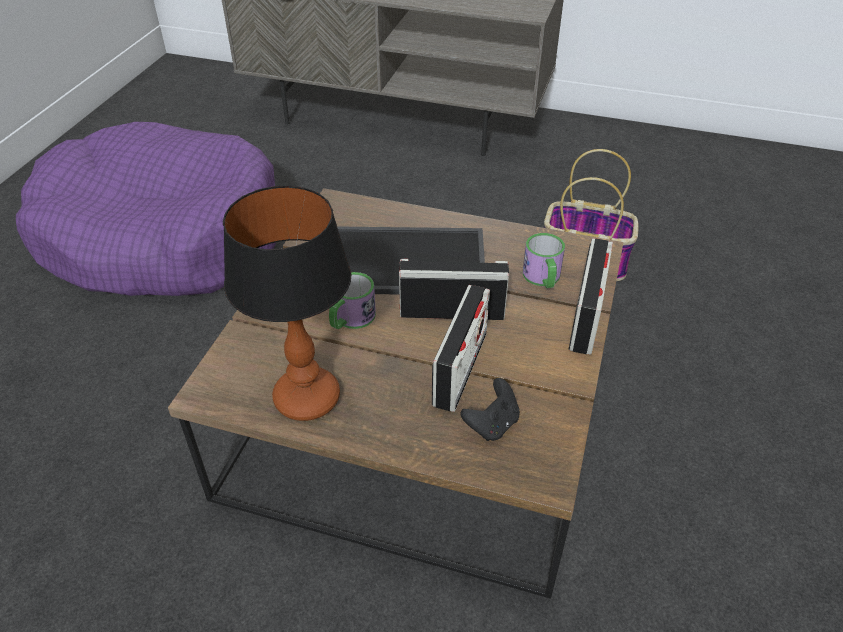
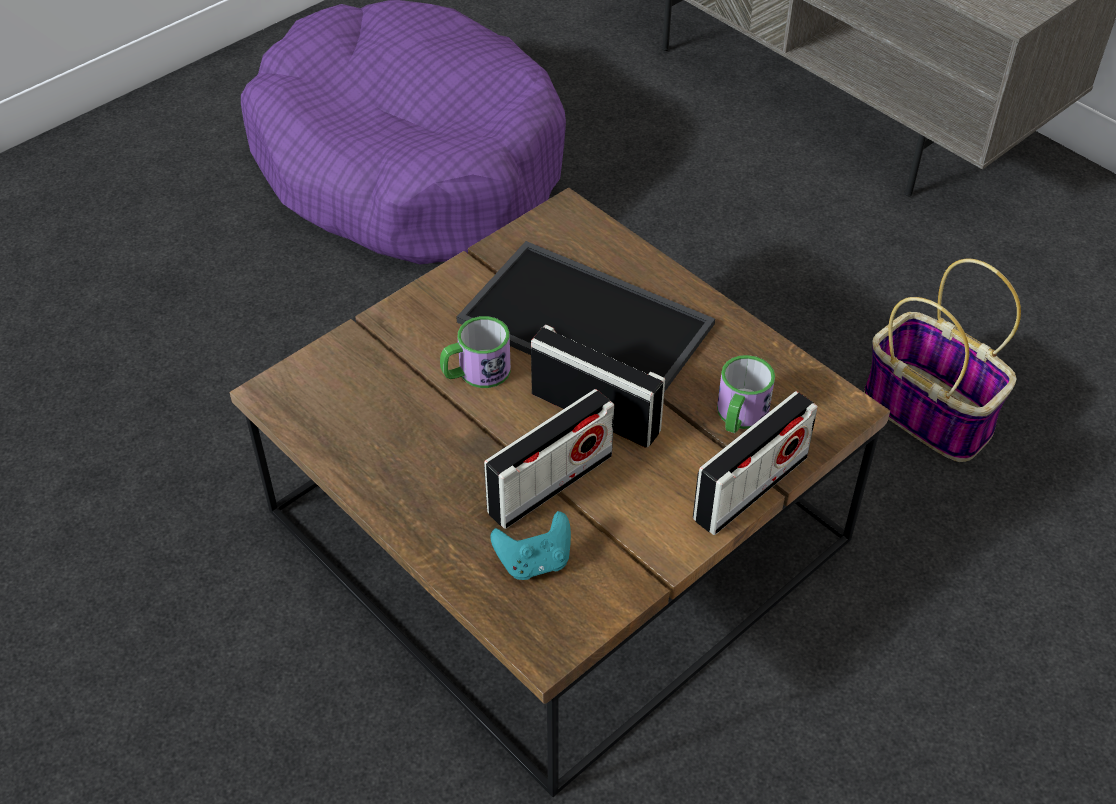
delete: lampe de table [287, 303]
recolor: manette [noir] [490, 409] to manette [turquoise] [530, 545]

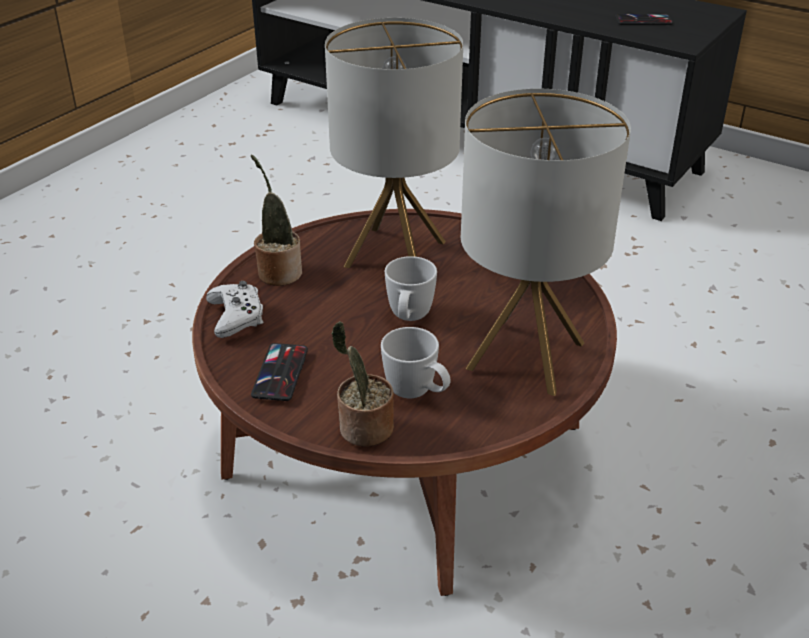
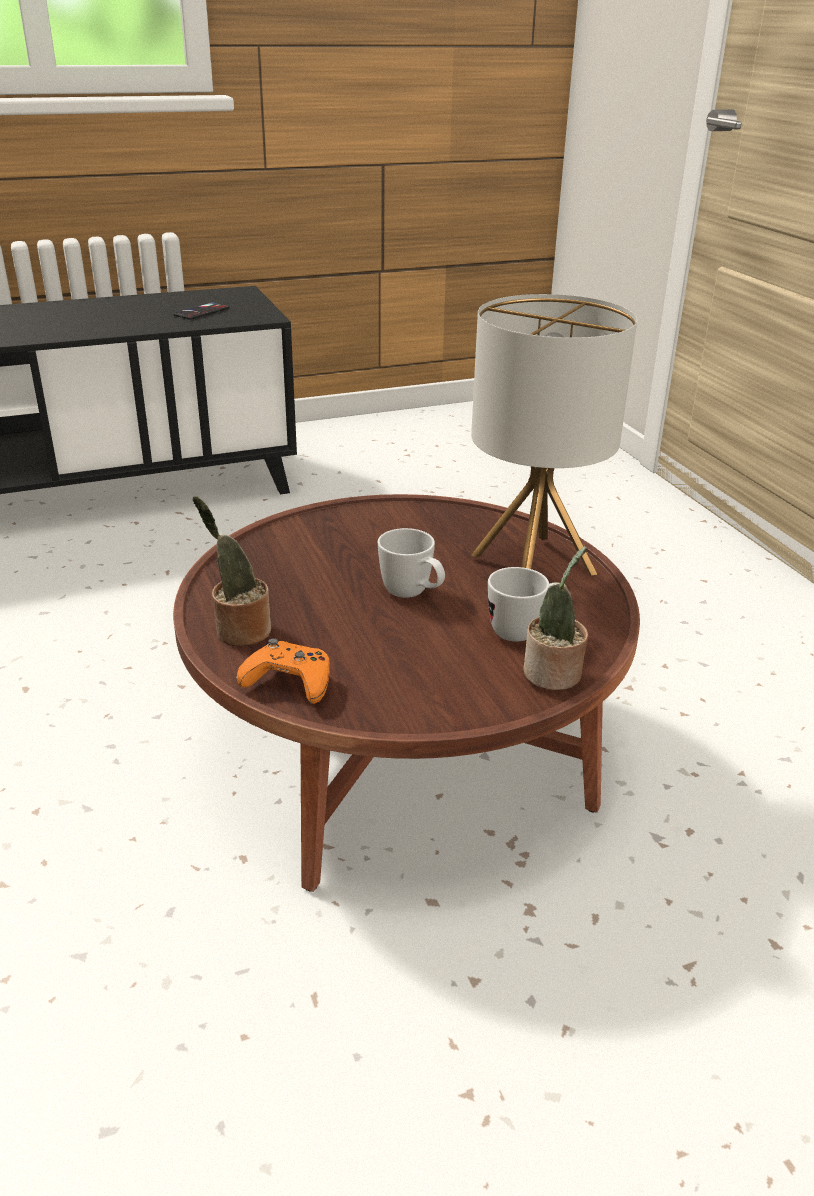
delete: téléphone [279, 372]; lampe de table [394, 143]
recolor: manette [blanc] [235, 309] to manette [orange] [283, 671]

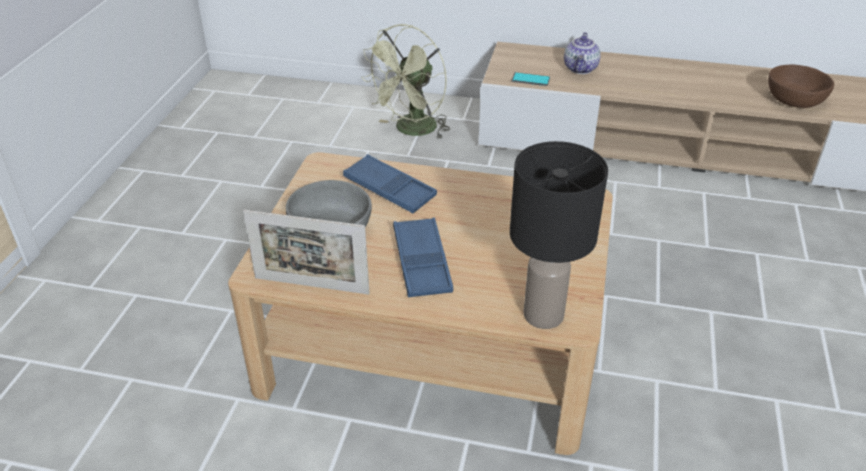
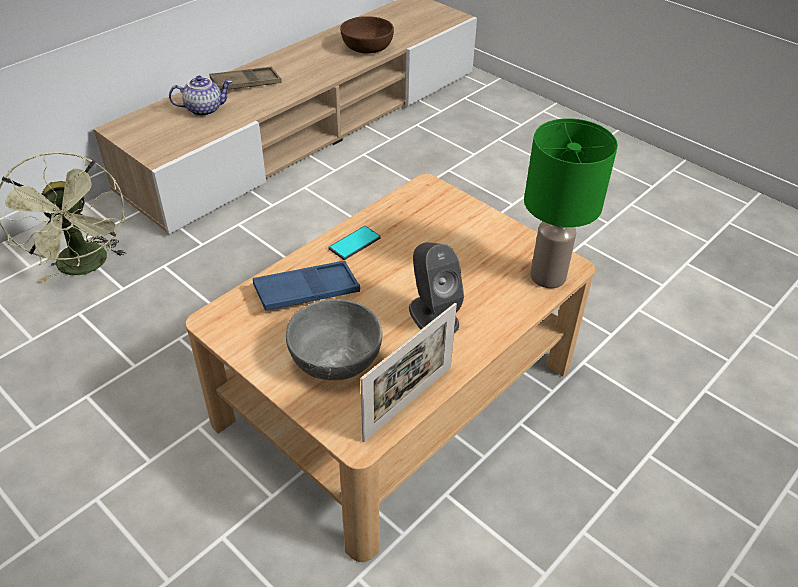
insert: plateau [marron] [245, 78]
move: téléphone [531, 79] to [354, 243]
replace: plateau [bleu] [423, 257] to enceinte [gris] [436, 287]
recolor: lampe de table [noir] [559, 235] to lampe de table [vert] [571, 203]
rotate: théière [582, 53] = [200, 96] 60 degrees counterclockwise

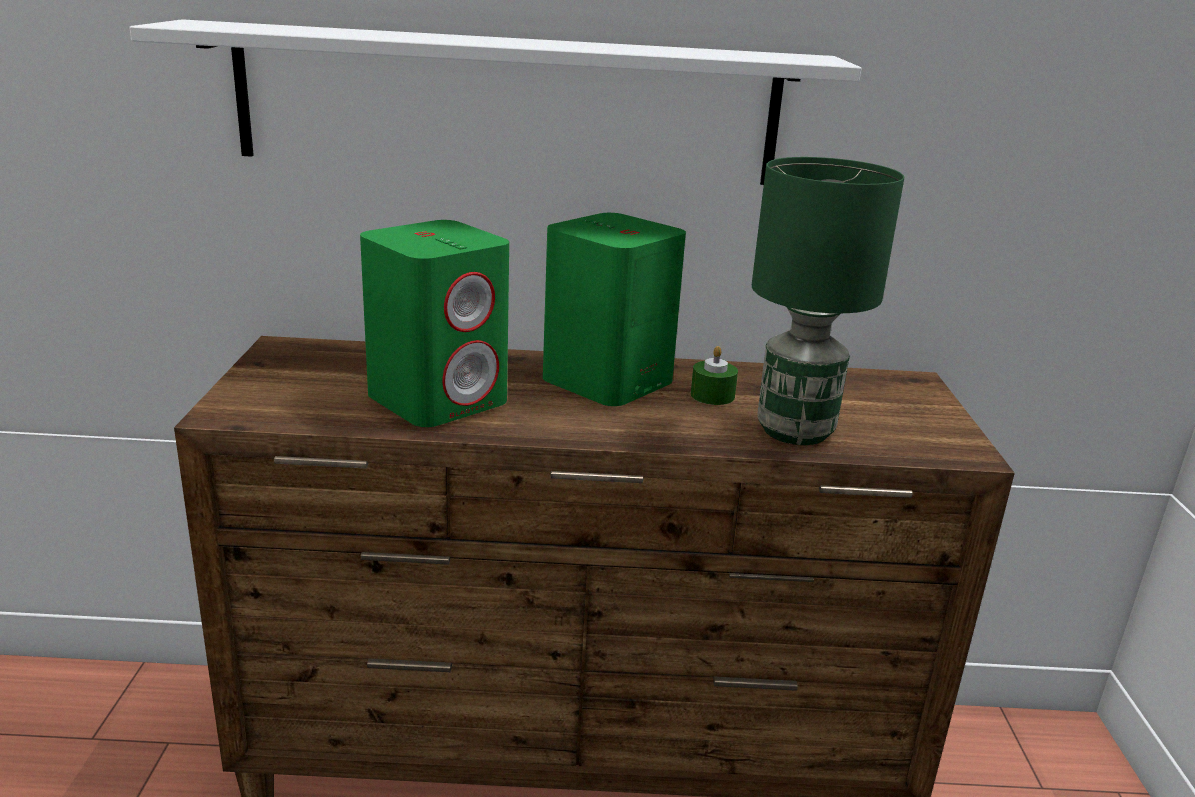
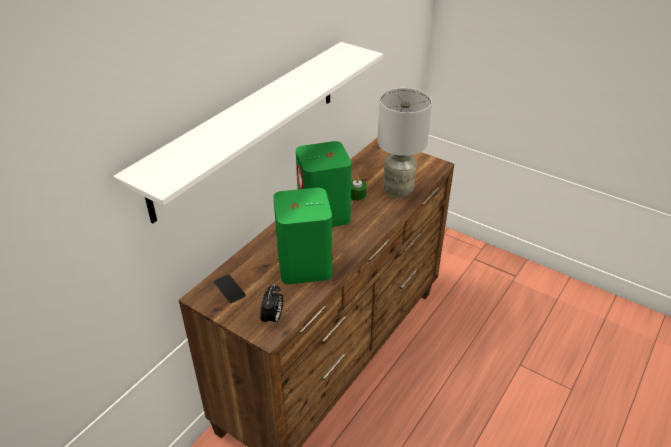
insert: téléphone [230, 289]; réveil [271, 306]
recolor: lampe de table [vert] [828, 301] to lampe de table [gris] [404, 143]

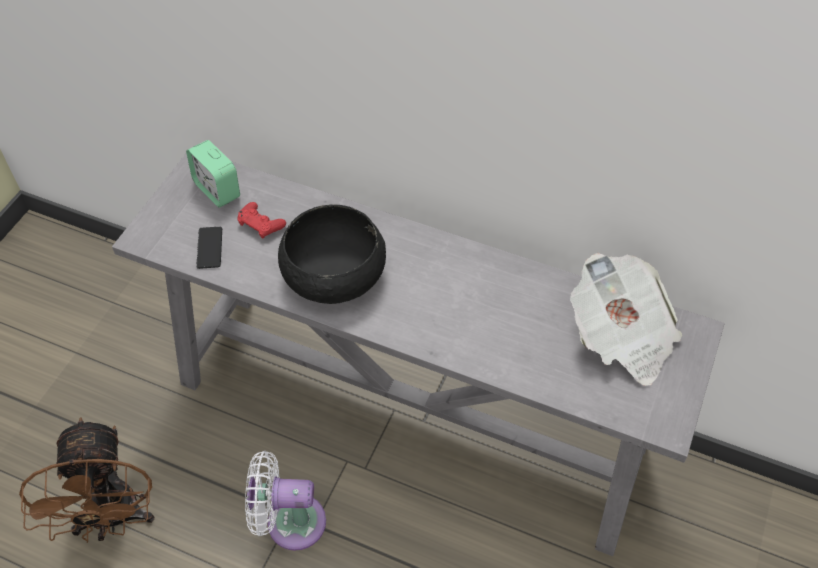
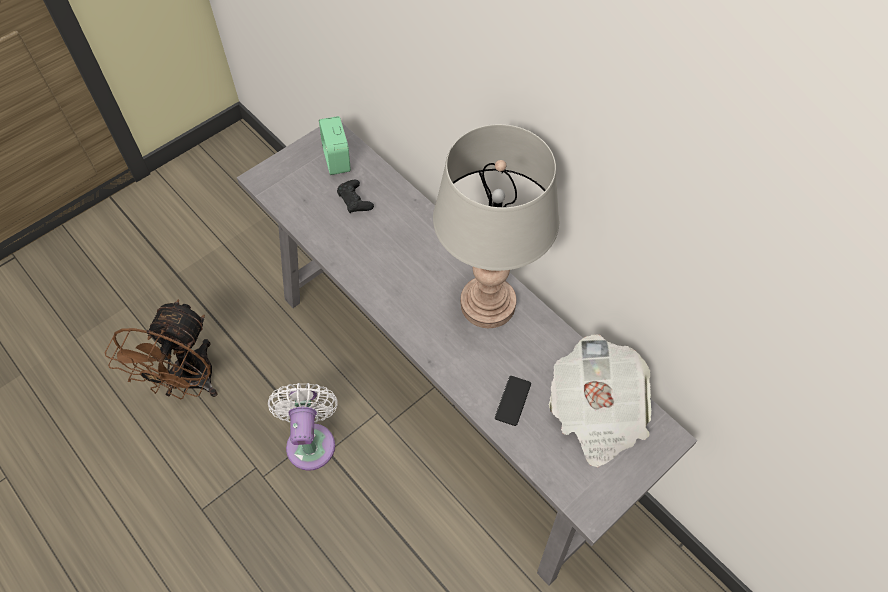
delete: bol [noir] [332, 254]
insert: lampe de table [gris] [496, 226]
move: téléphone [209, 248] to [513, 401]
recolor: manette [rouge] [261, 220] to manette [noir] [355, 196]
rotate: ventilateur [blanc] [285, 501] = [303, 427] 60 degrees clockwise

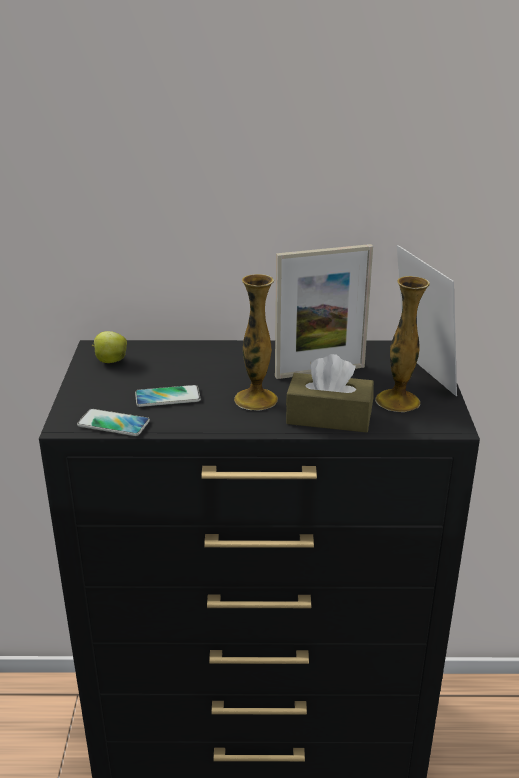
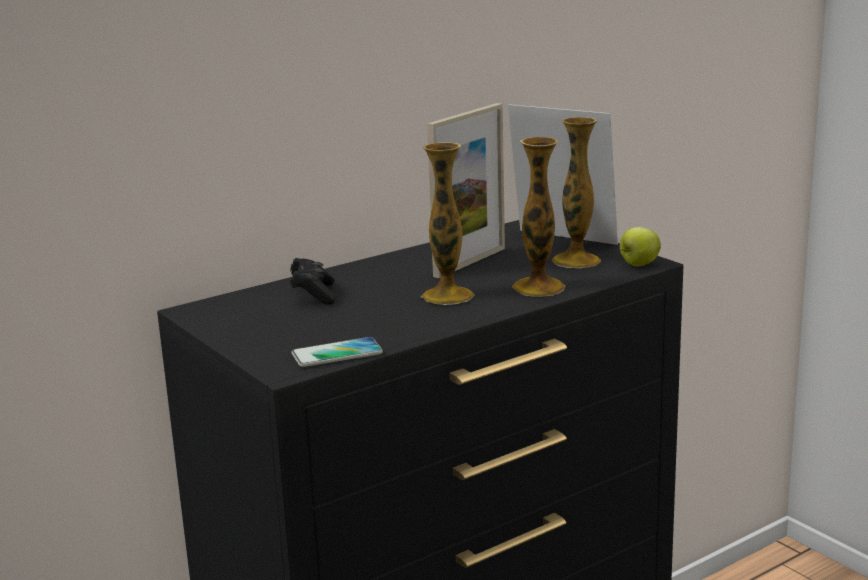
delete: téléphone [168, 396]
insert: manette [noir] [313, 281]
move: pomme [109, 347] to [640, 246]
replace: boîte à mouchoirs [marron] [330, 393] to vase [538, 217]

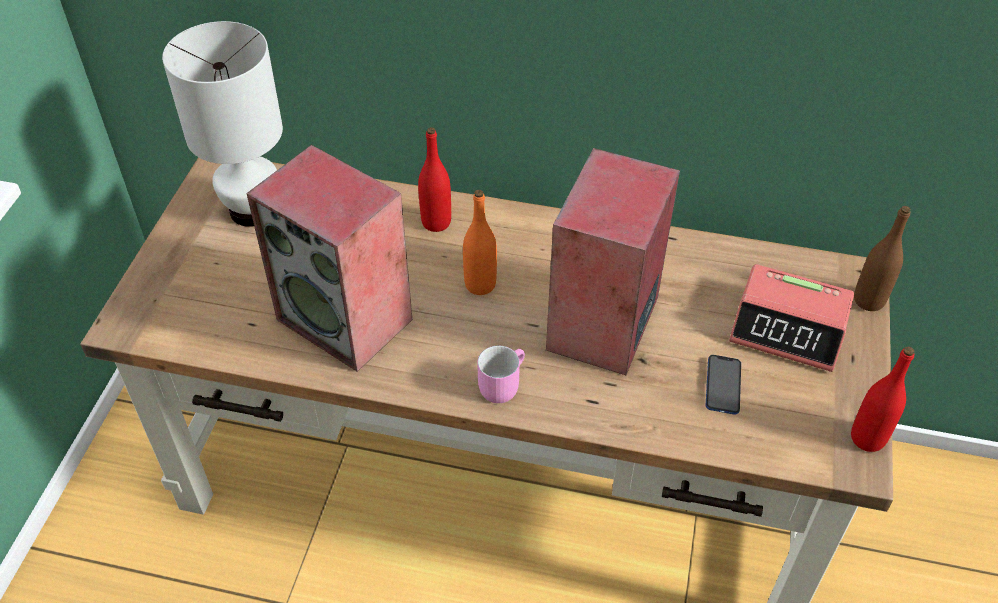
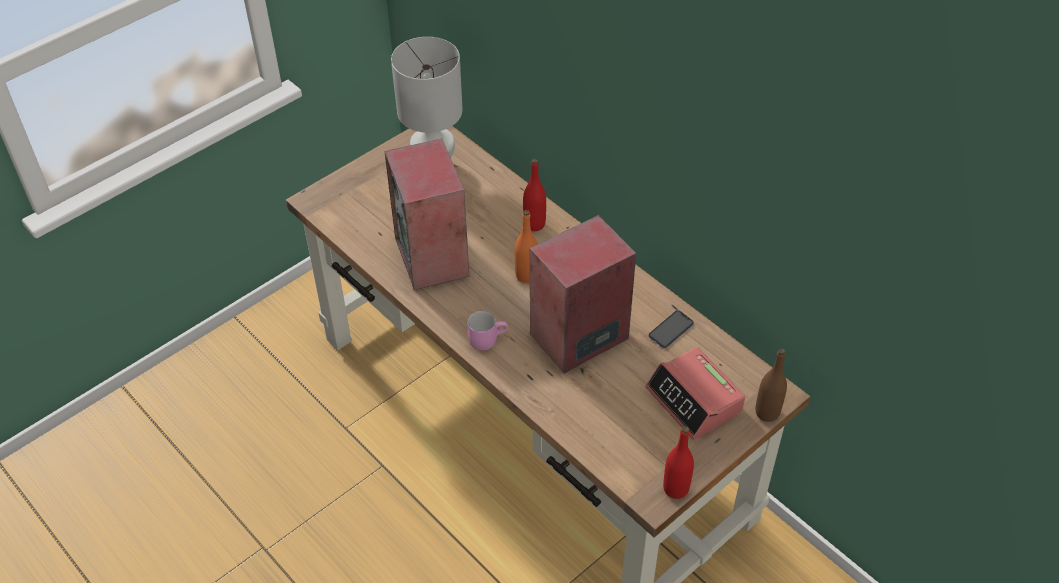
move: téléphone [723, 385] to [671, 329]

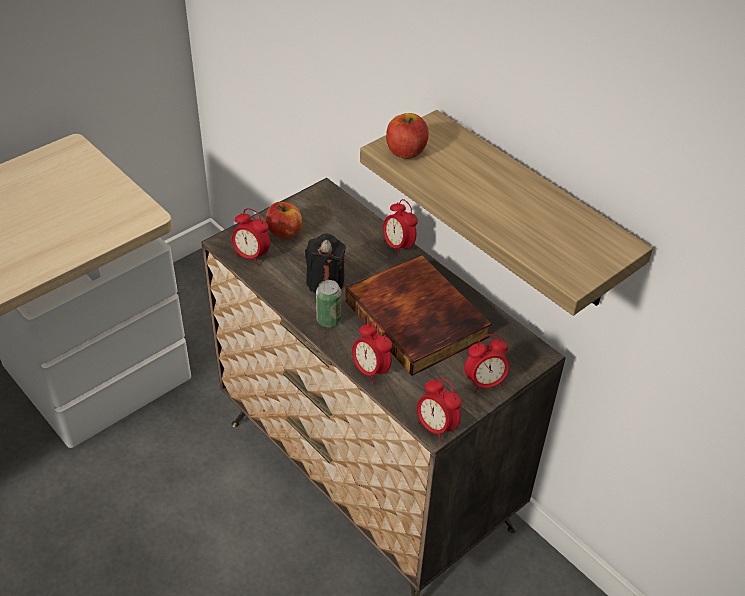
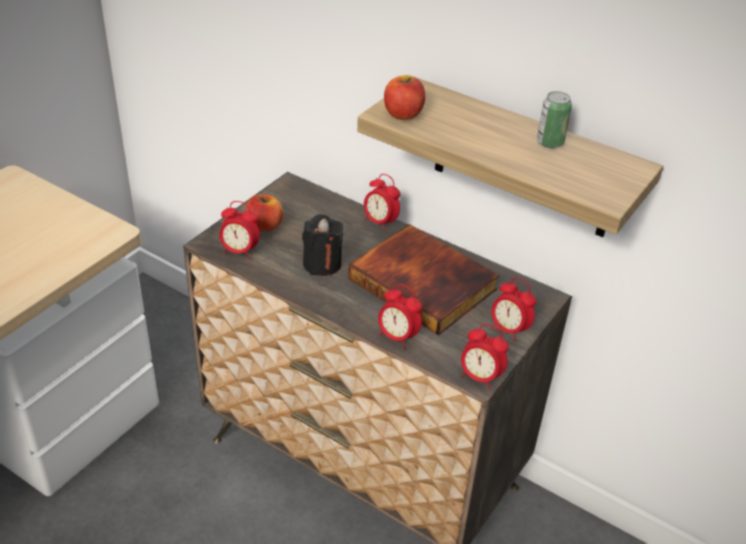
move: boîte métallique [328, 303] to [554, 119]
rotate: réveil [486, 363] = [514, 310] 75 degrees clockwise

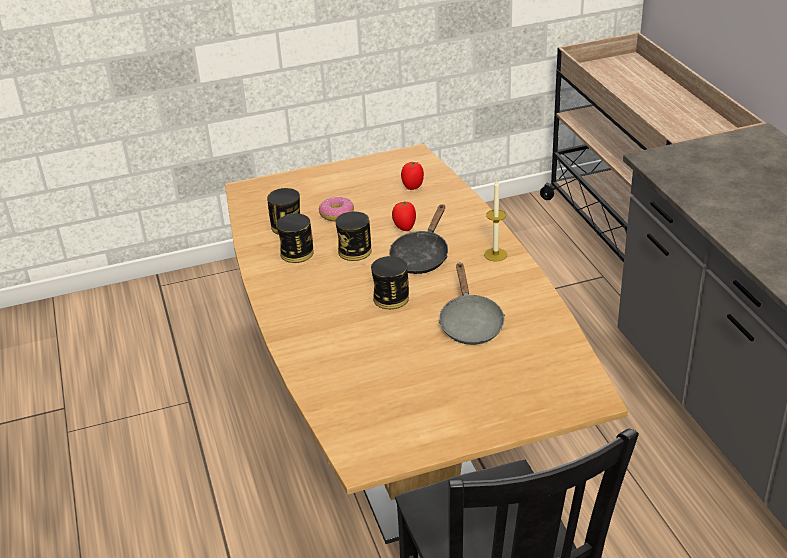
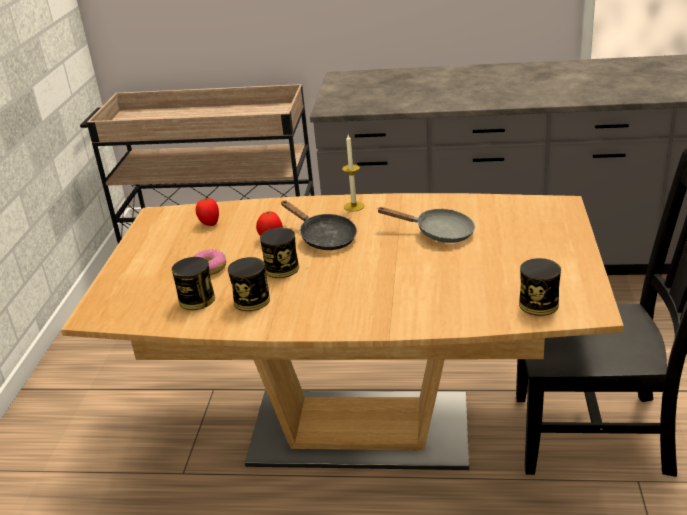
move: boîte métallique [390, 282] to [540, 287]

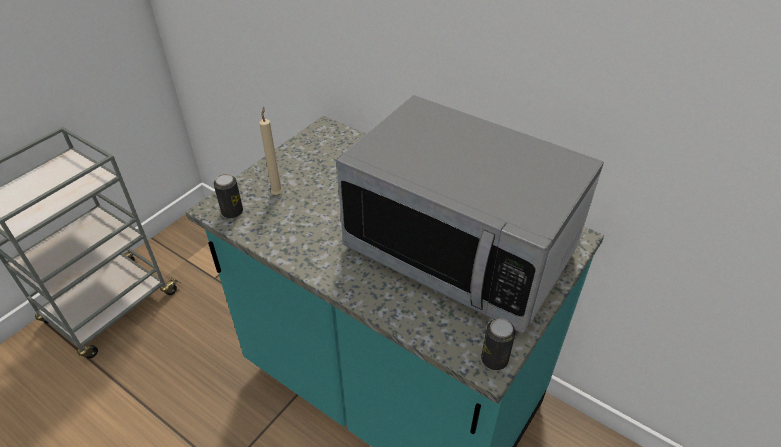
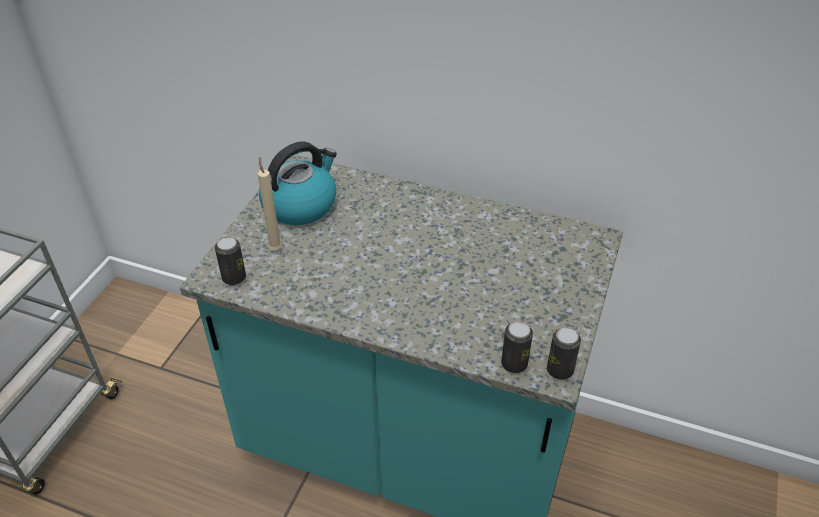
delete: micro-ondes [470, 214]
insert: bouilloire [298, 183]; boîte métallique [517, 347]

